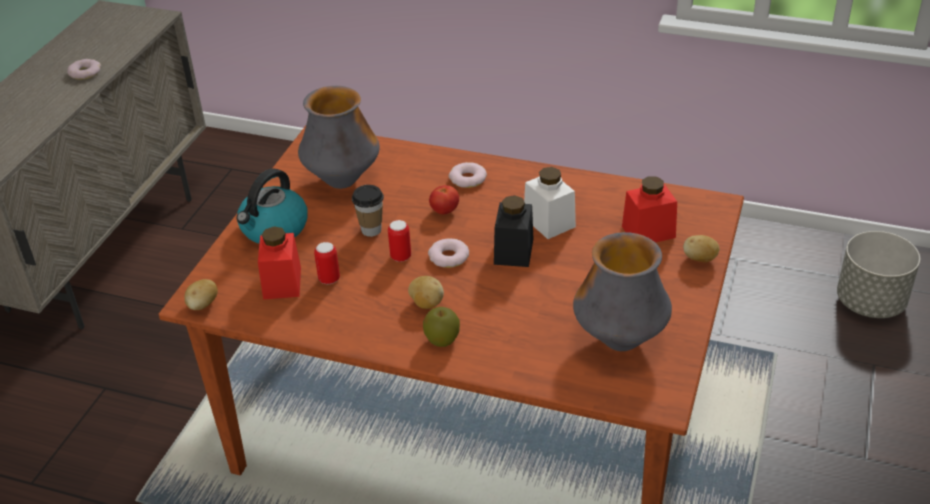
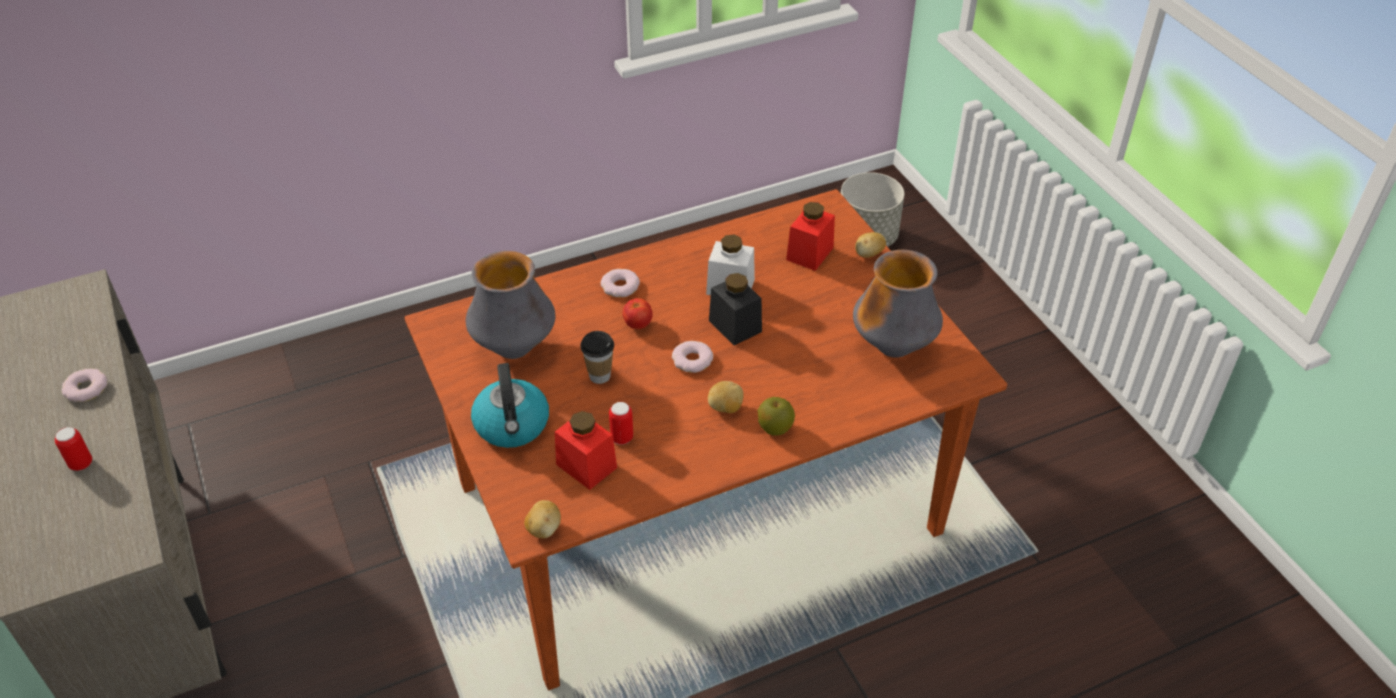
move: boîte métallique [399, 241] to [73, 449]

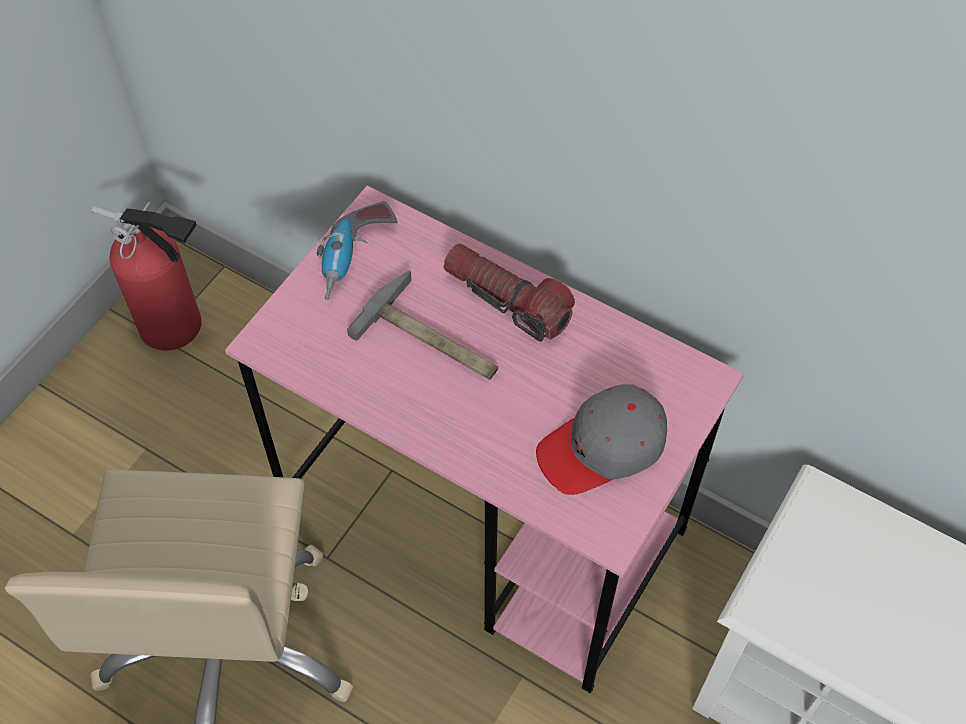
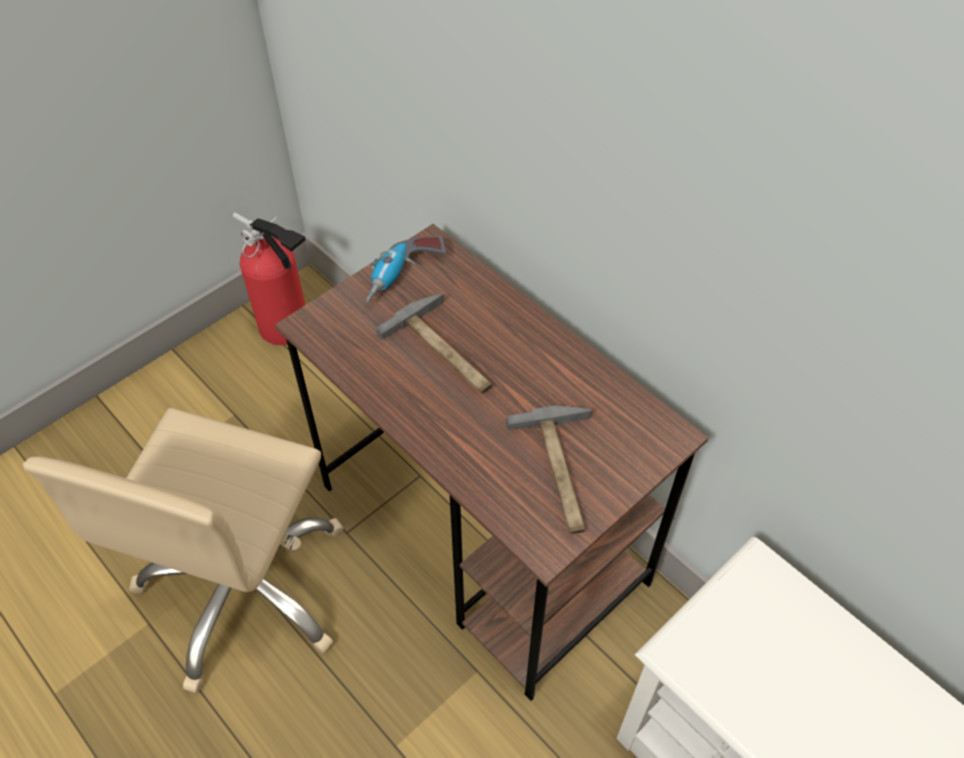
delete: lampe de poche [509, 292]
replace: casquette [gris] [601, 439] to marteau [549, 469]
recolor: bureau [rose] [484, 439] to bureau [marron] [491, 462]

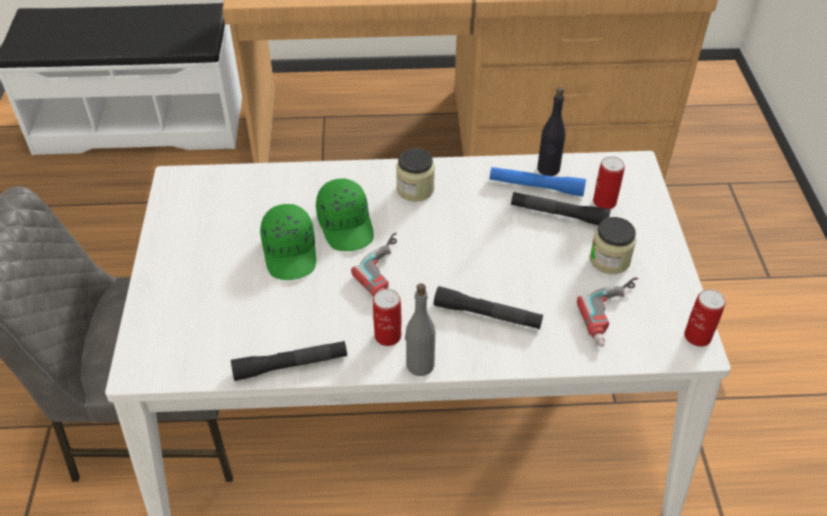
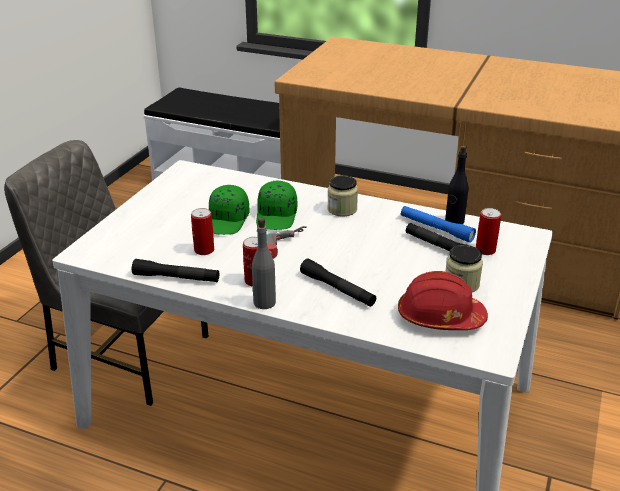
move: boîte métallique [705, 318] to [202, 231]
replace: perceuse [607, 312] to casque de chantier [rouge] [443, 300]

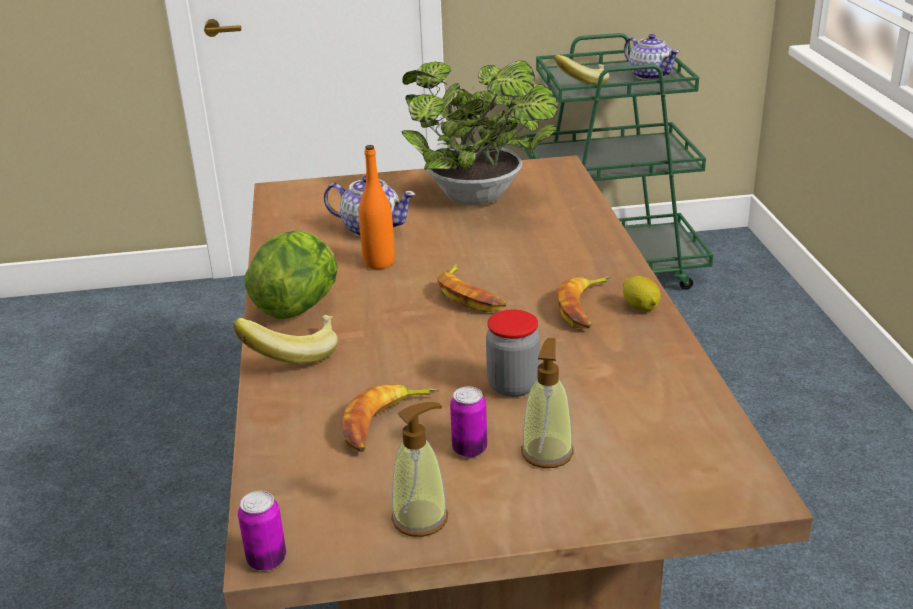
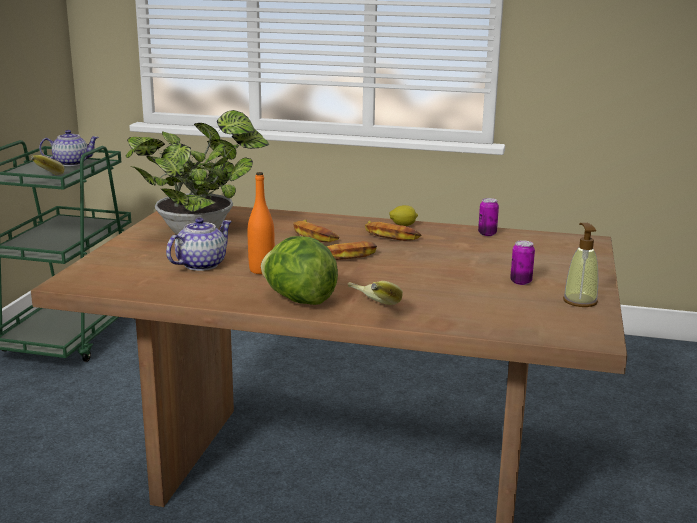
delete: bocal [513, 353]; distributeur de savon [547, 403]
move: boîte métallique [262, 531] to [488, 217]; banane [390, 418] to [316, 230]

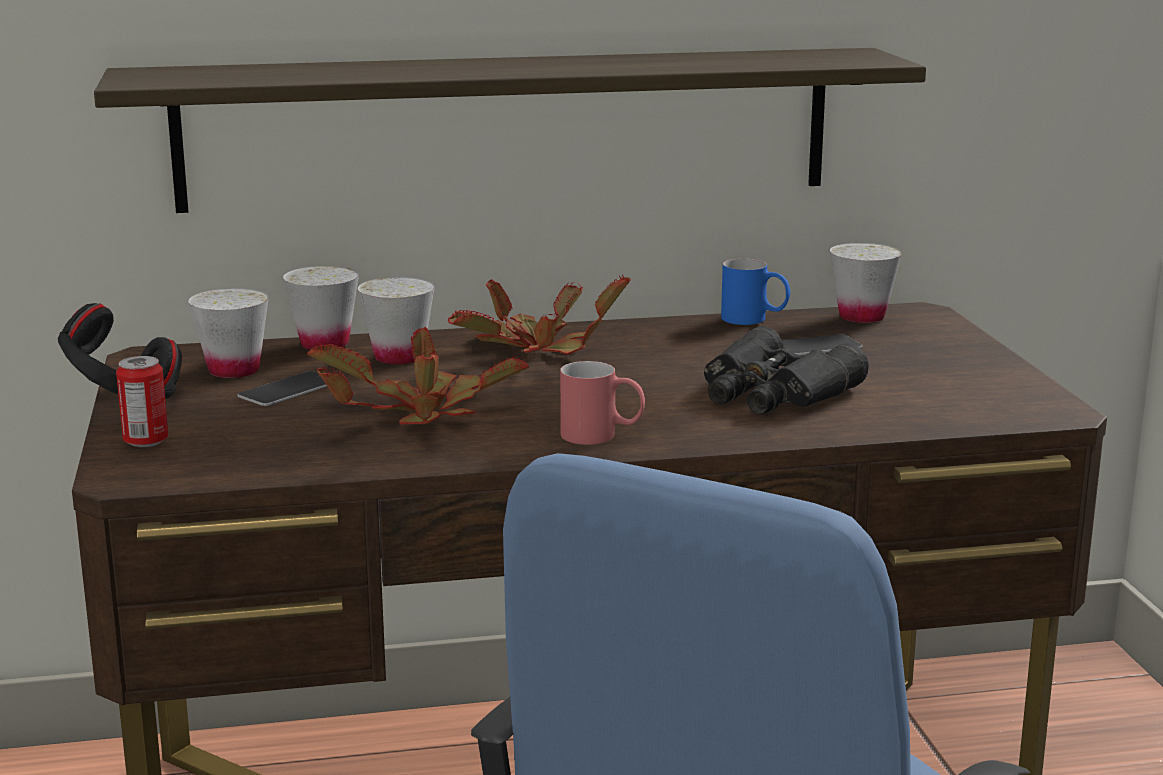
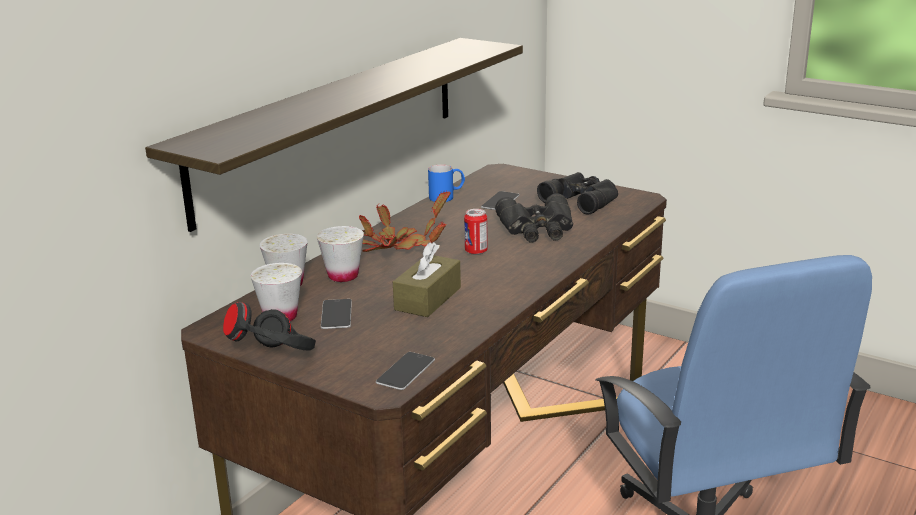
delete: mug [rouge] [602, 403]; tasse [blanc] [866, 283]
insert: téléphone [405, 371]; jumelles [noir] [577, 193]
move: boîte métallique [142, 401] to [476, 232]
replace: plante en pot [418, 375] to boîte à mouchoirs [marron] [427, 279]

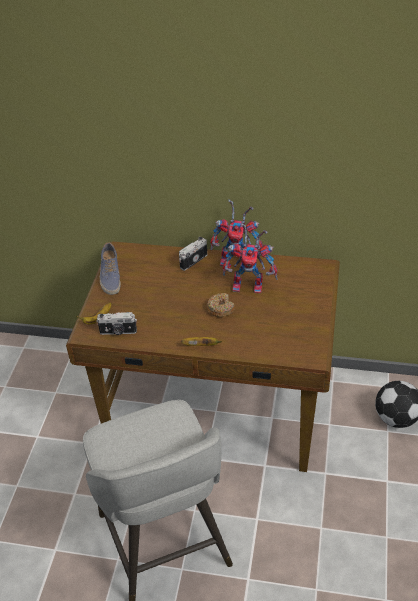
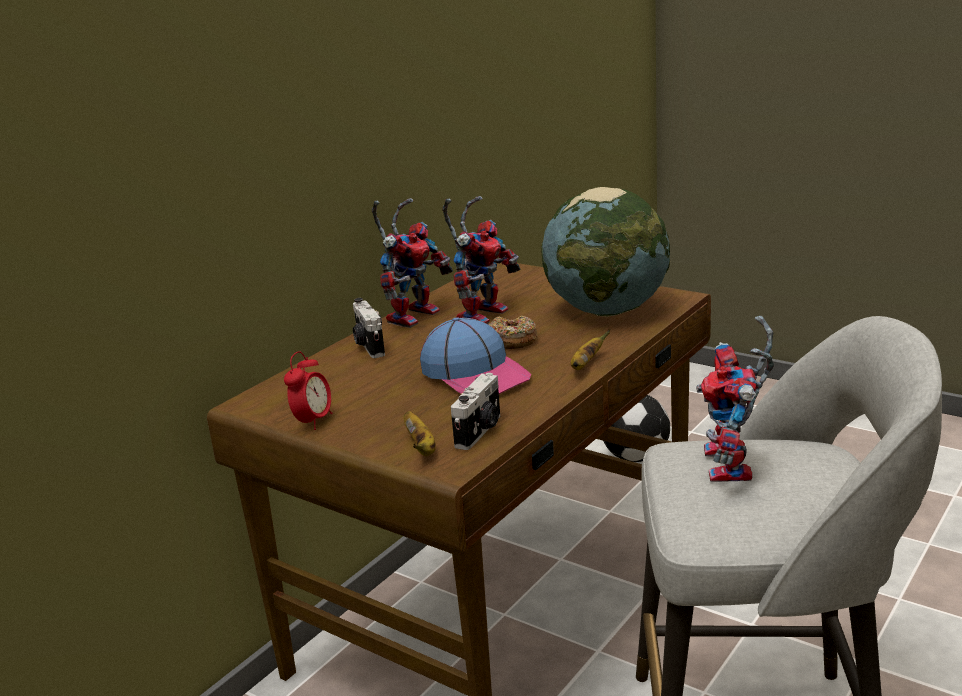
insert: casquette [475, 355]; globe [605, 252]; robot jouet [735, 399]
replace: chaussure [110, 268] to réveil [308, 390]

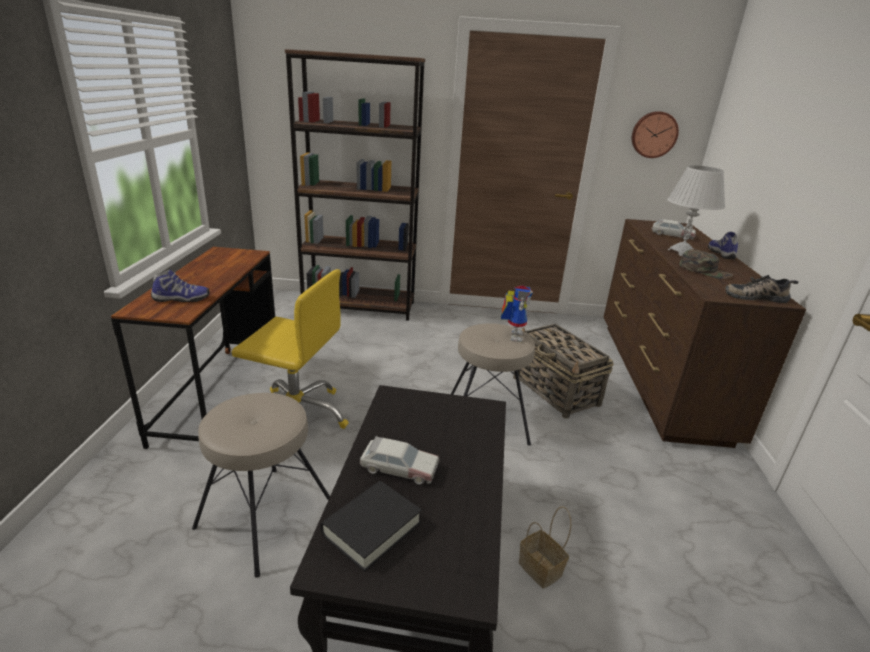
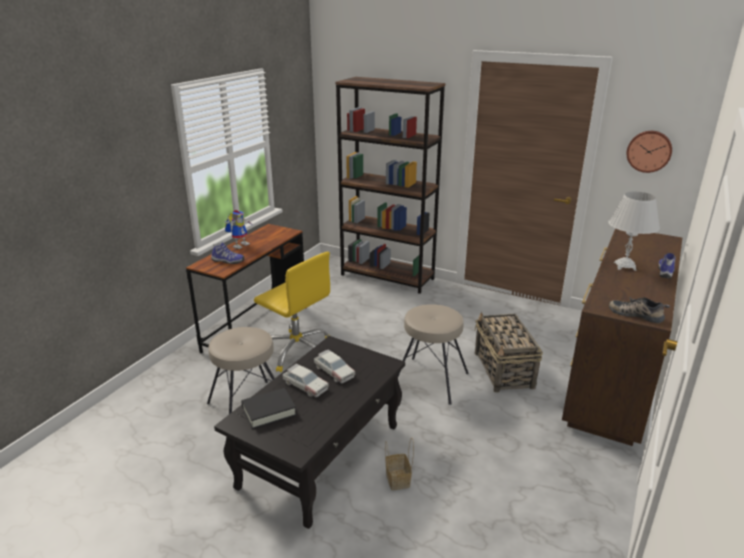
delete: casquette [vert] [706, 264]
move: robot jouet [517, 314] to [239, 229]; petite voiture [673, 229] to [335, 366]

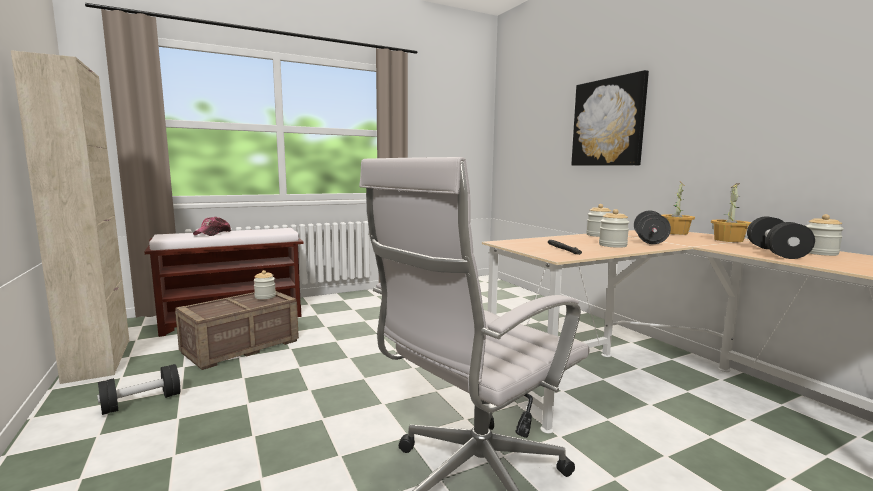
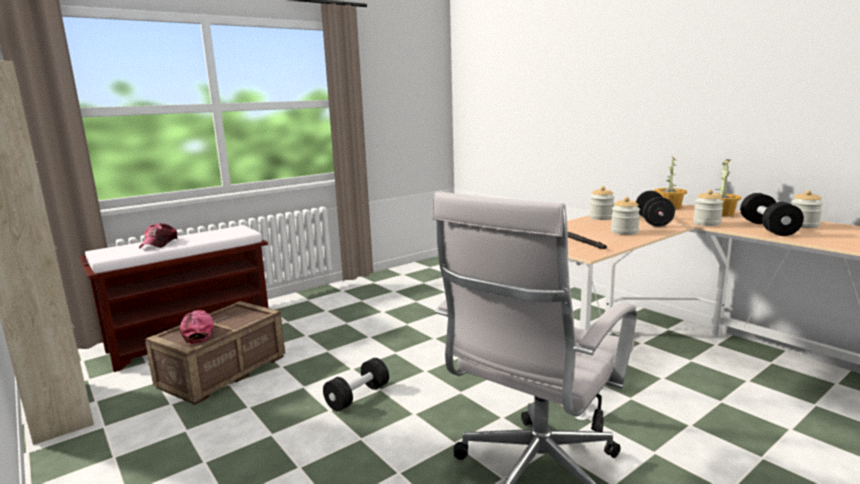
delete: tableau [610, 117]
insert: casquette [197, 327]
move: haltère [noir] [138, 389] to [356, 384]; bocal [265, 284] to [708, 208]

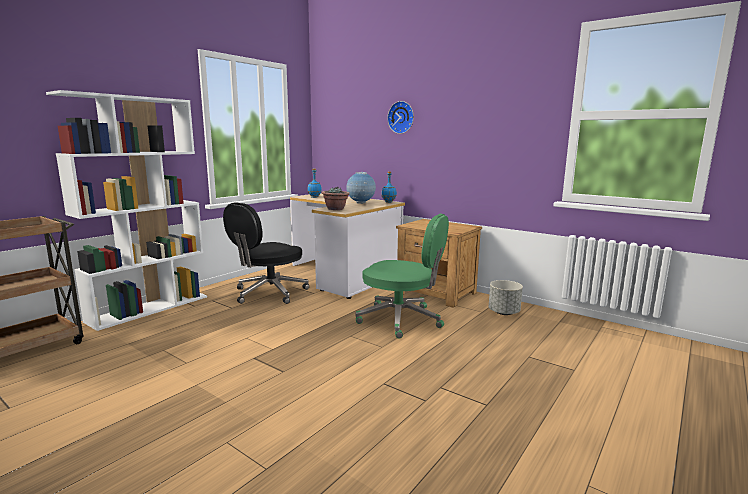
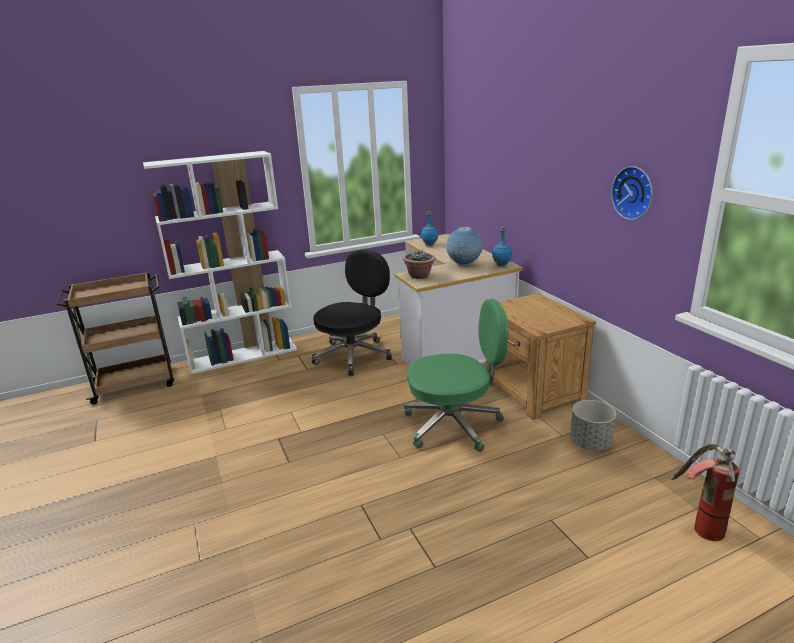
insert: extincteur [705, 492]
move: horloge murale [400, 117] to [631, 193]
rotate: chaise de bureau [noir] [266, 253] = [352, 312] 150 degrees clockwise; chaise de bureau [vert] [402, 276] = [456, 375] 60 degrees counterclockwise

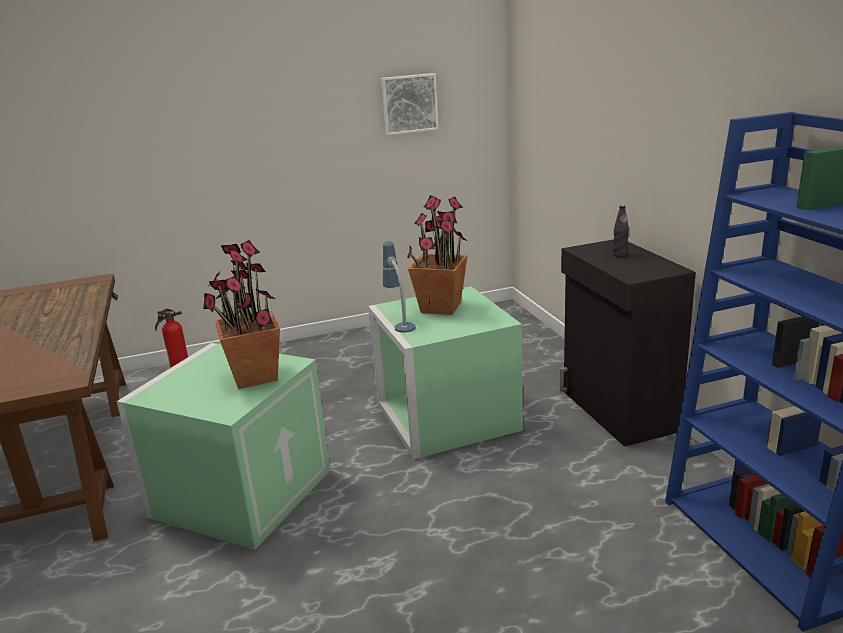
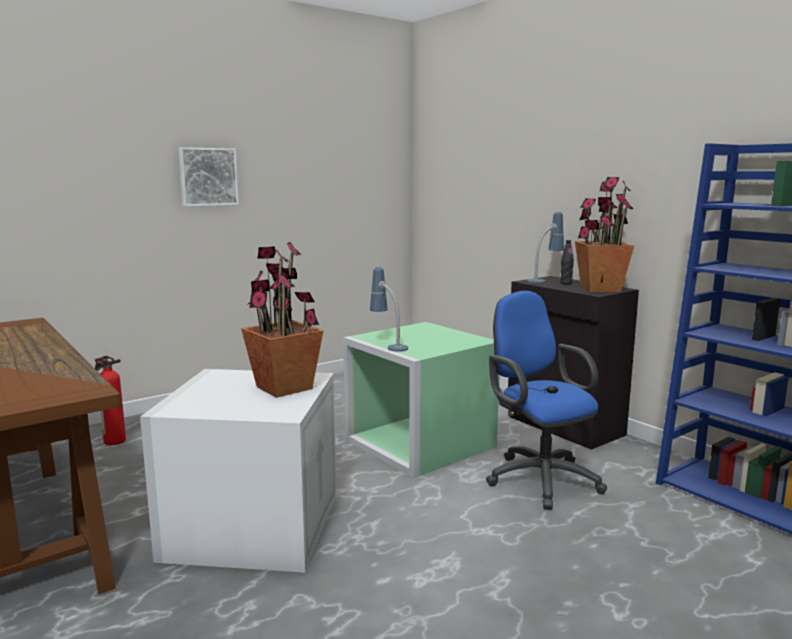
insert: chaise de bureau [bleu] [546, 400]; lampe de table [545, 247]
move: tableau [409, 104] to [208, 177]; plante en pot [437, 255] to [604, 234]
recolor: boîte de rangement [vert] [223, 446] to boîte de rangement [blanc] [238, 471]

